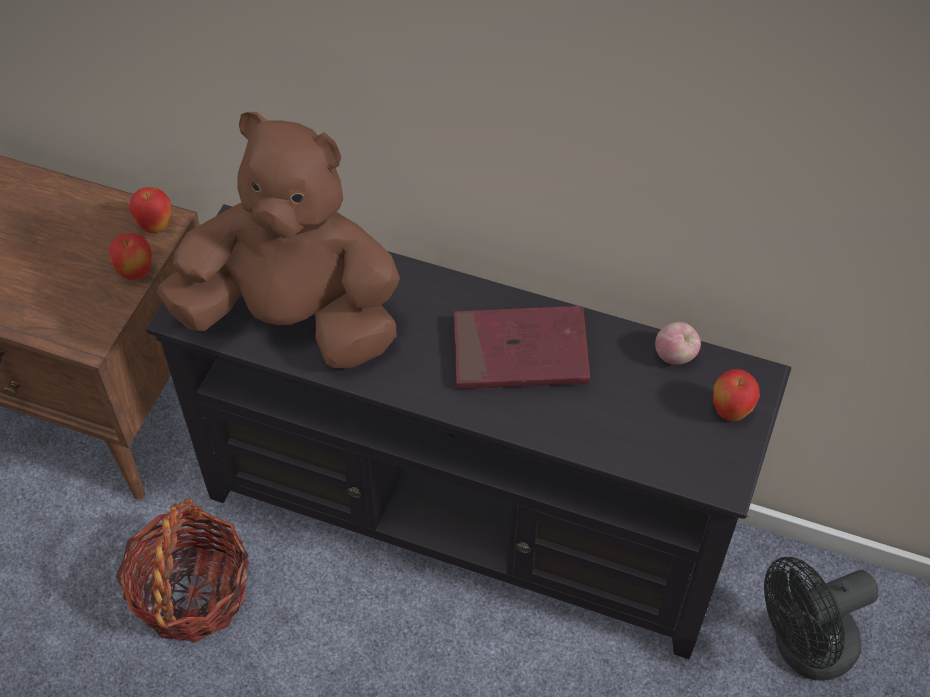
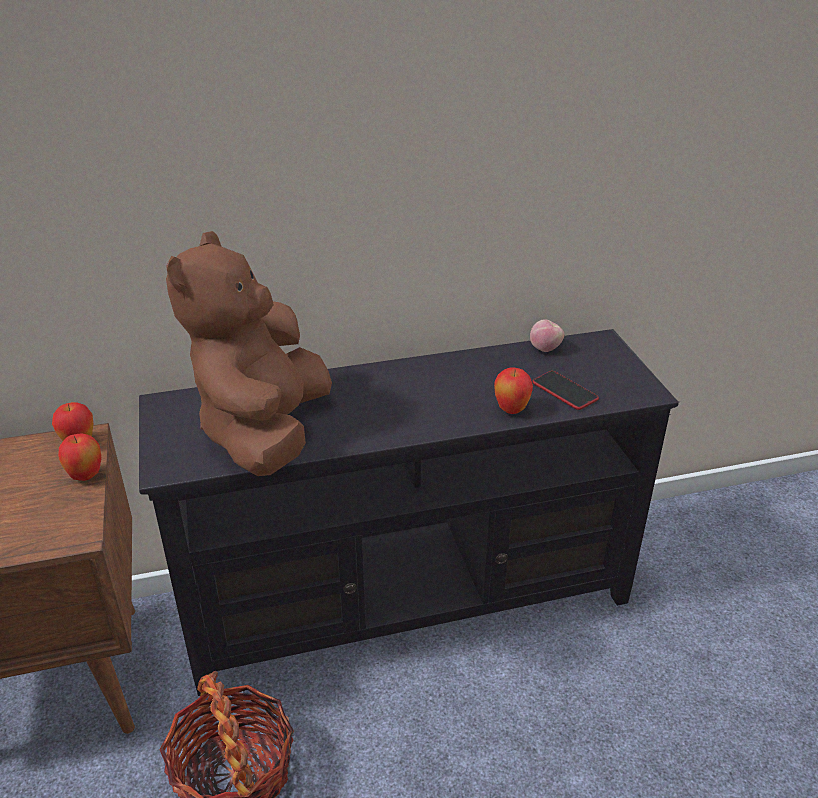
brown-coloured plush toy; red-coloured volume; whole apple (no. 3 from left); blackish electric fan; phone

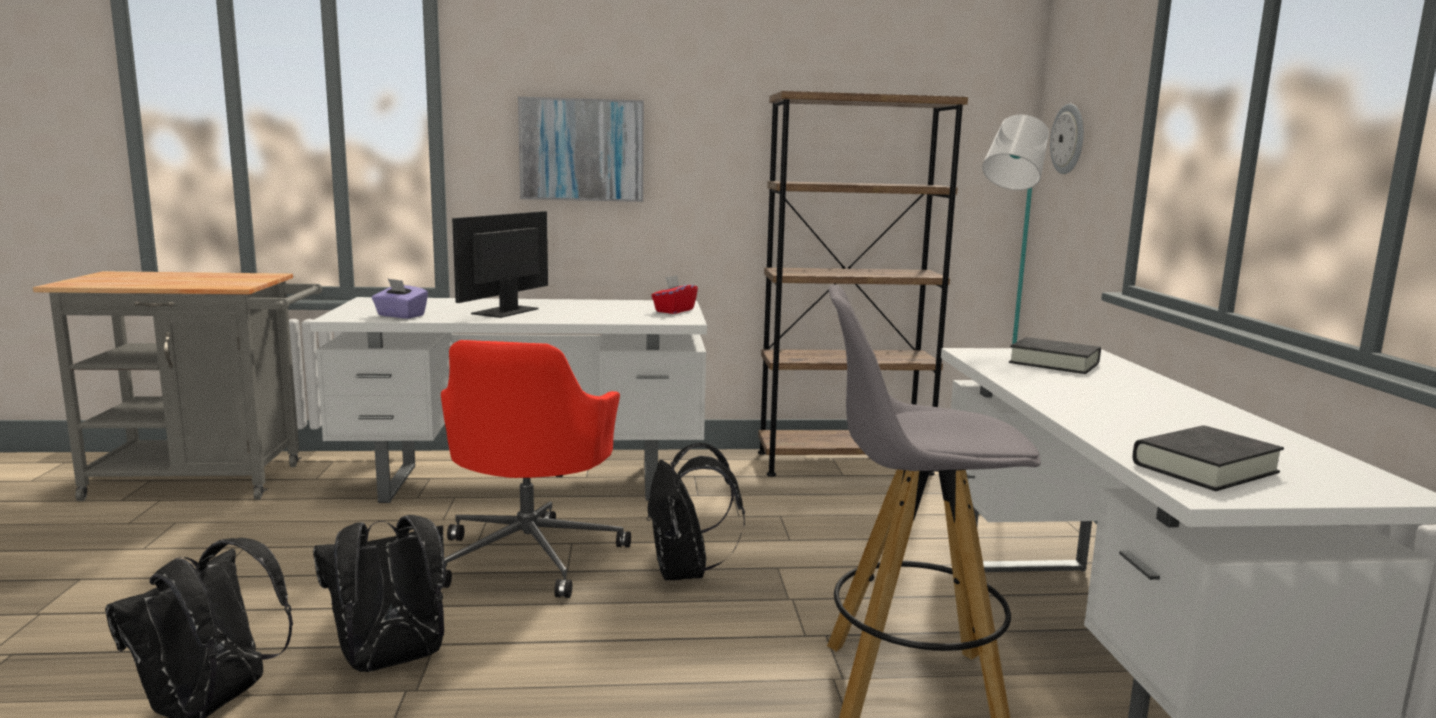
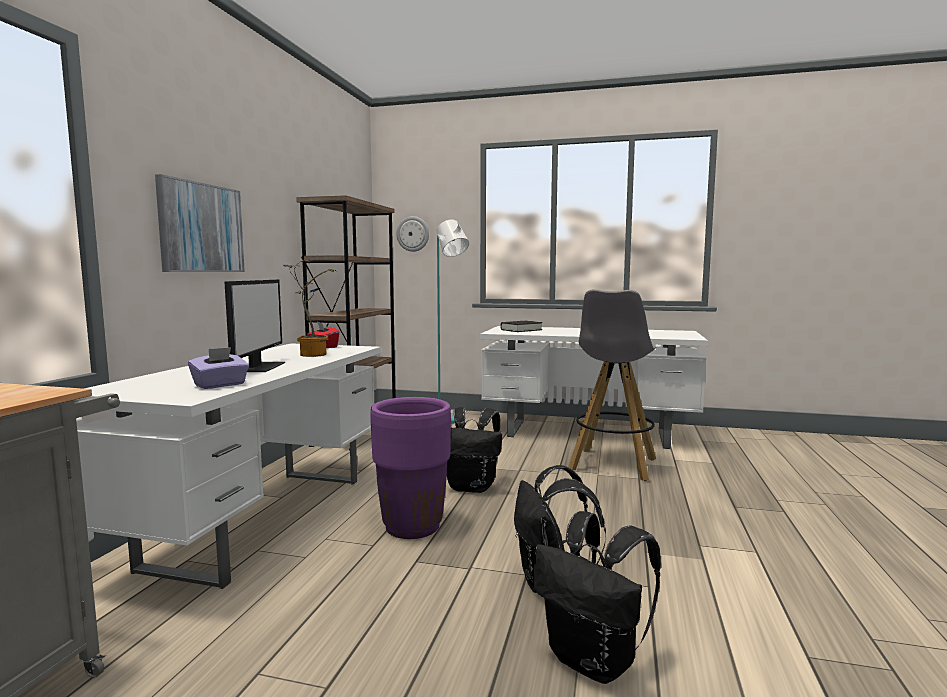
purple-coloured planter; computer display; blackish volume (no. 2 from left in the first image); plant in a pot

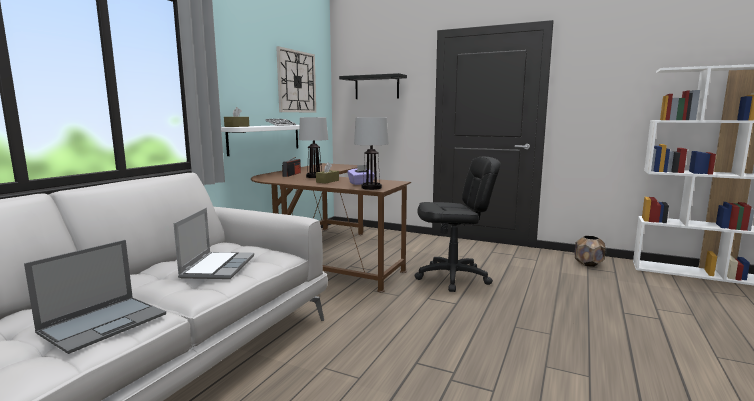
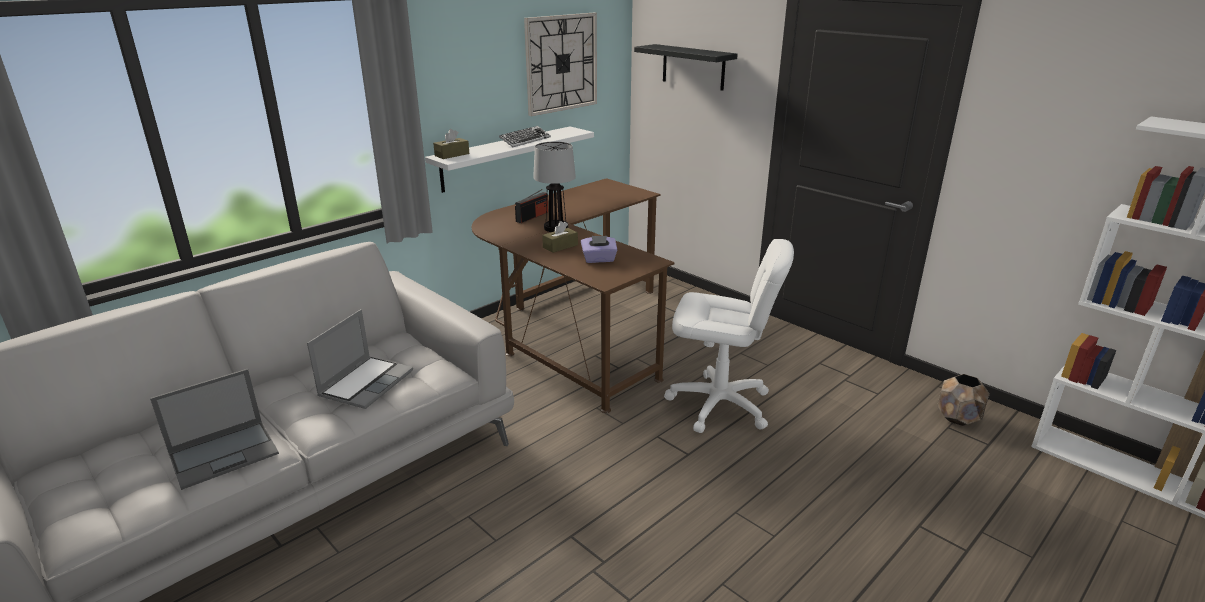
lamp for a table (no. 2 from left in the first image); white office chair

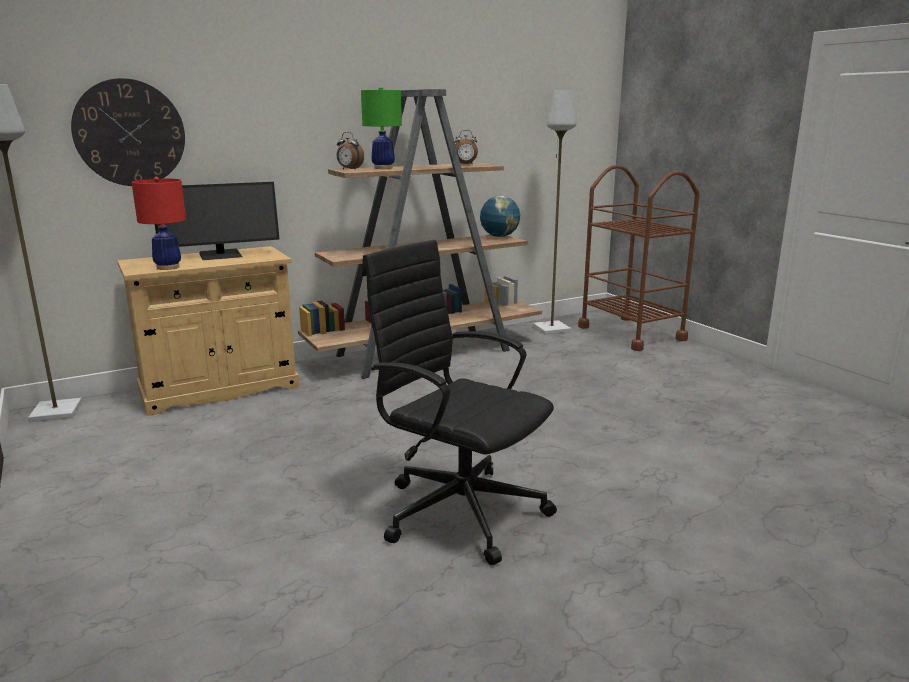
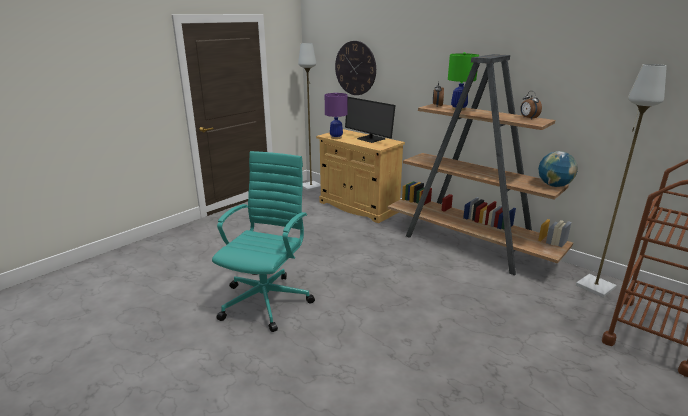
purple-coloured lamp for a table; turquoise office chair

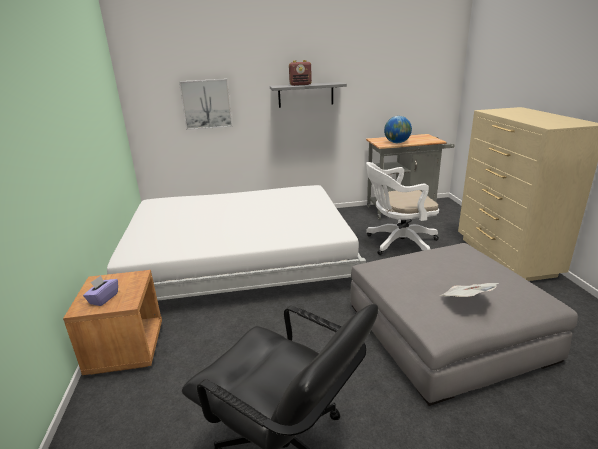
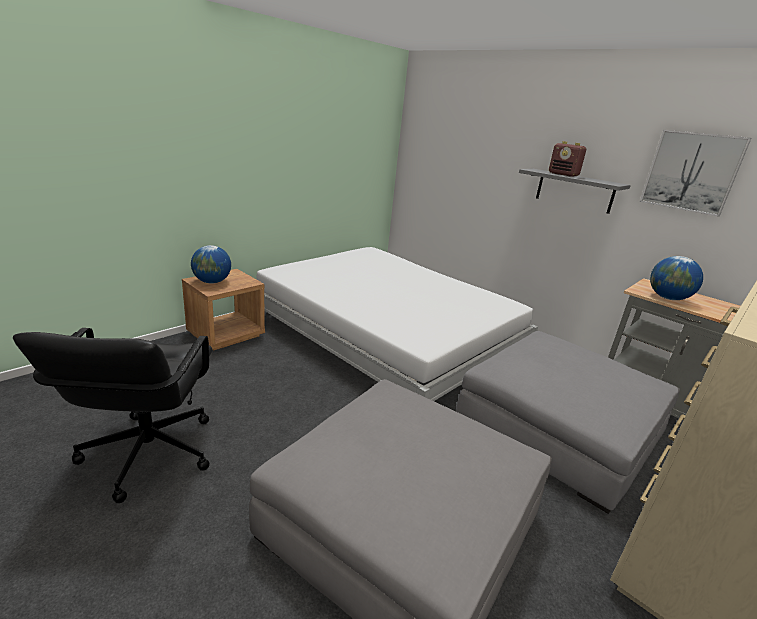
globe (no. 1 from left); wall picture; greyish footrest (no. 2 from left); newspaper

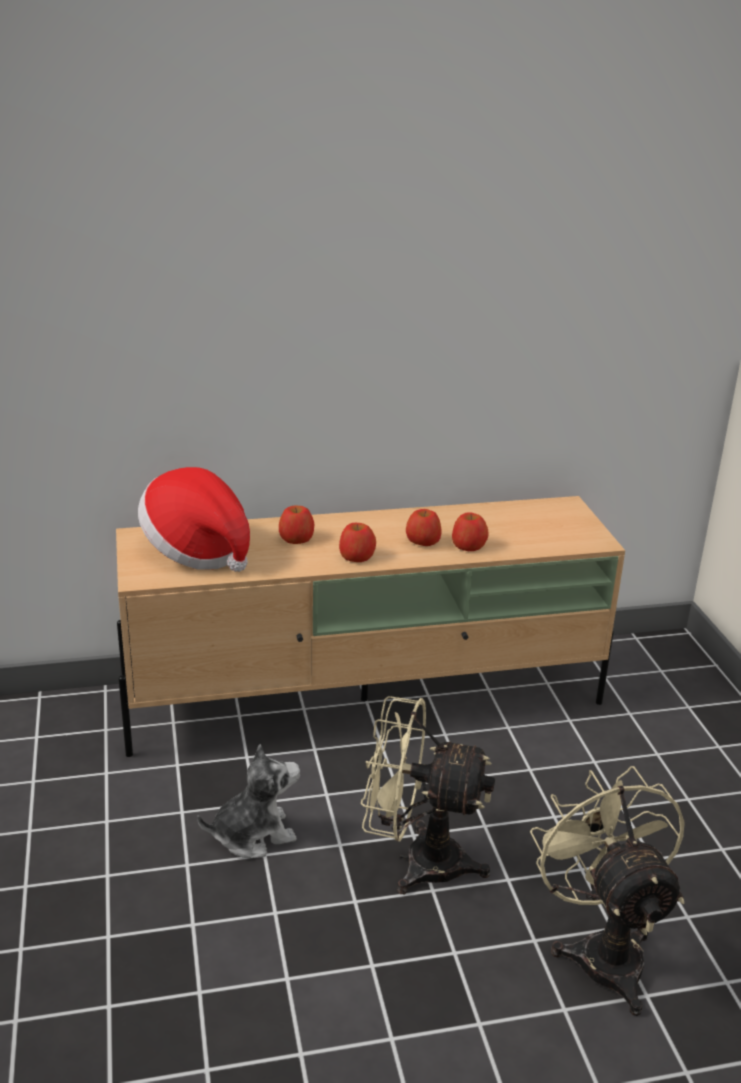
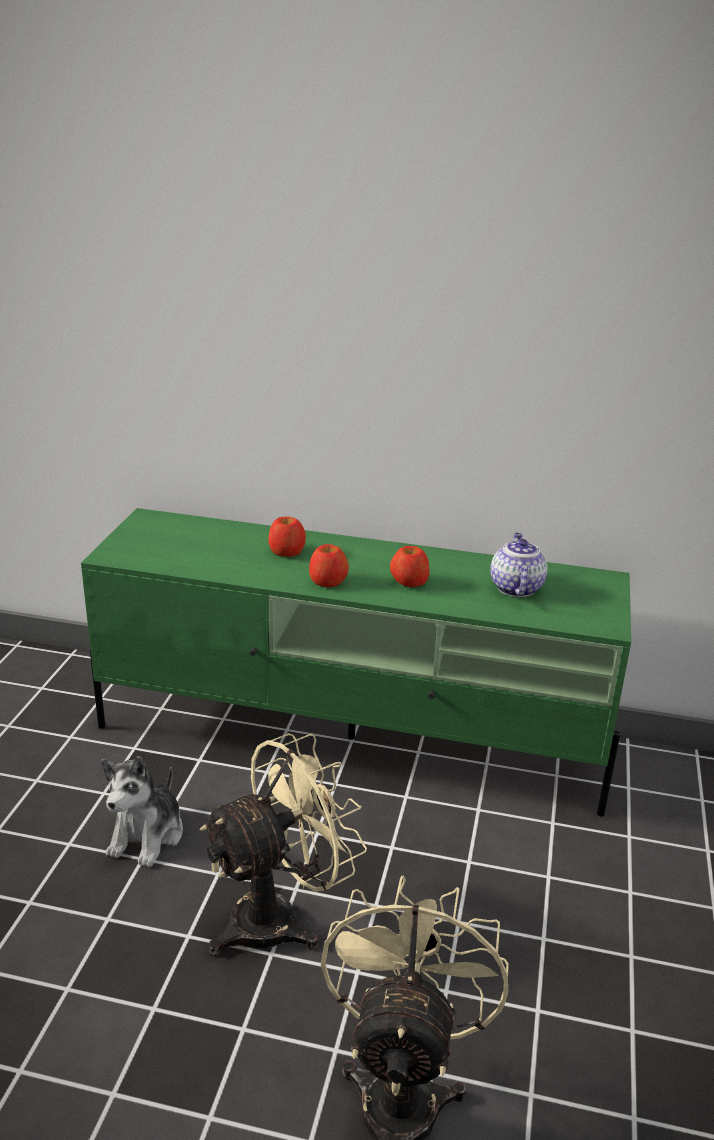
green media console; clothing hat; plush toy; sand-coloured electric fan (no. 1 from left); whole apple (no. 4 from left in the first image); pot for tea

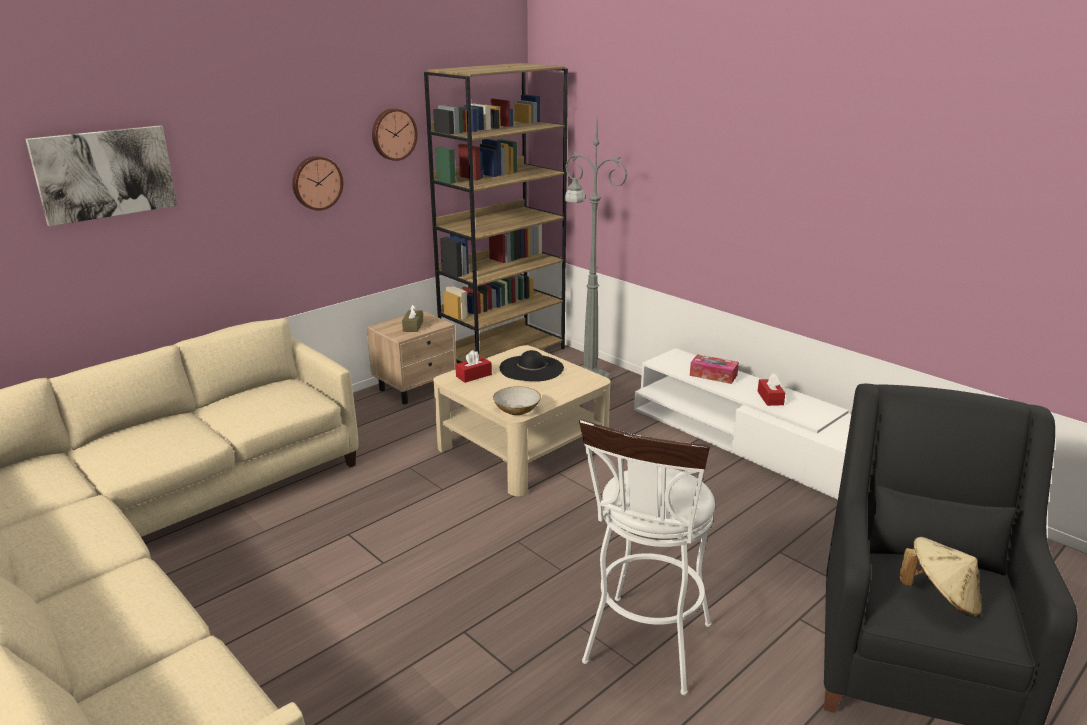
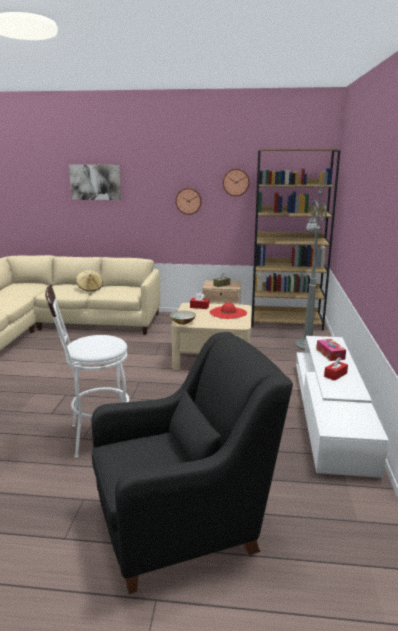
red-coloured clothing hat; sand-coloured clothing hat

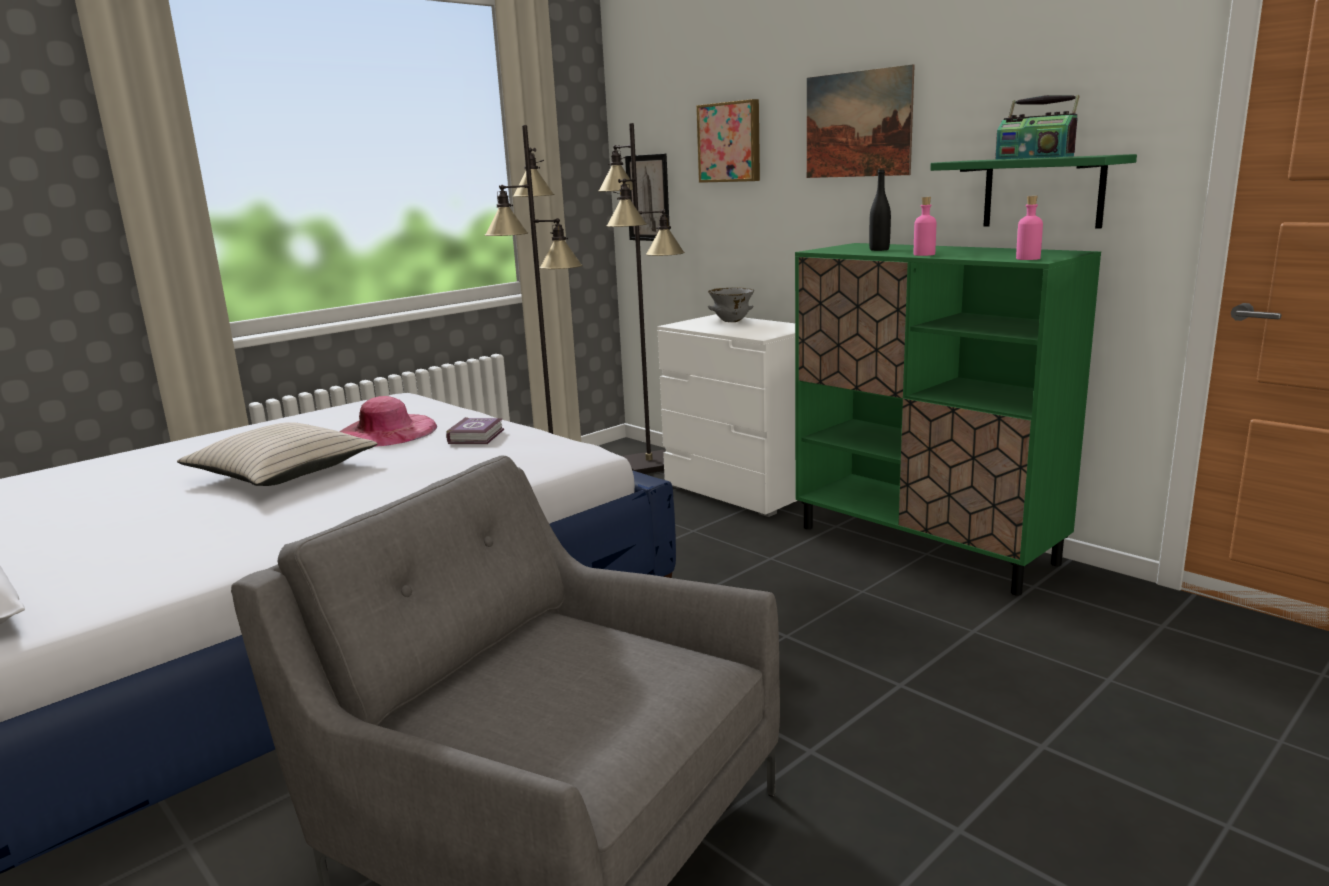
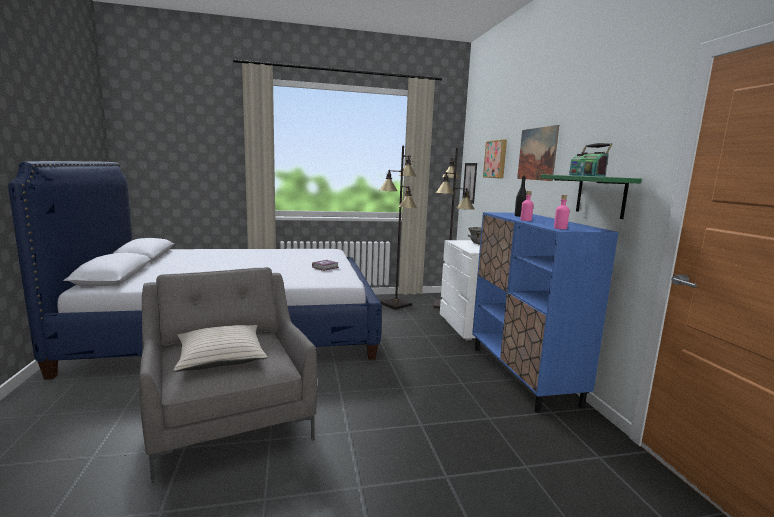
sand-coloured pillow; pinkish clothing hat; blue-coloured storage cabinet

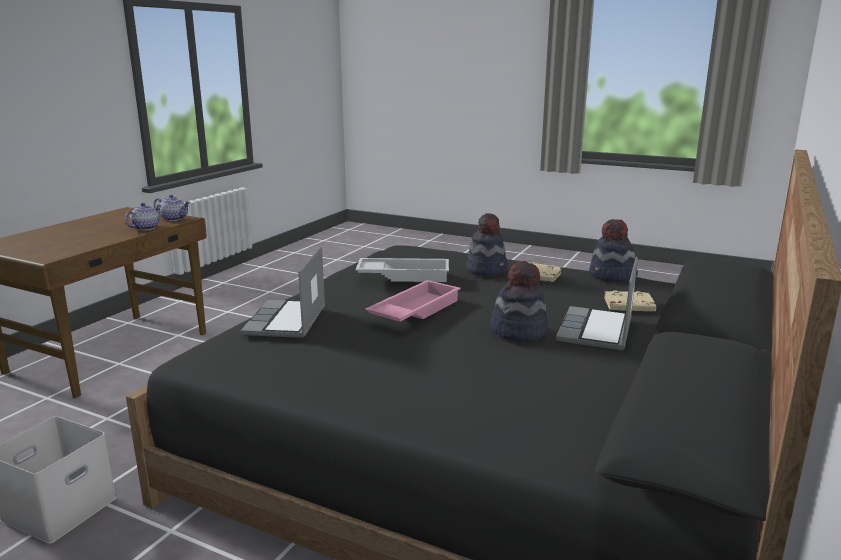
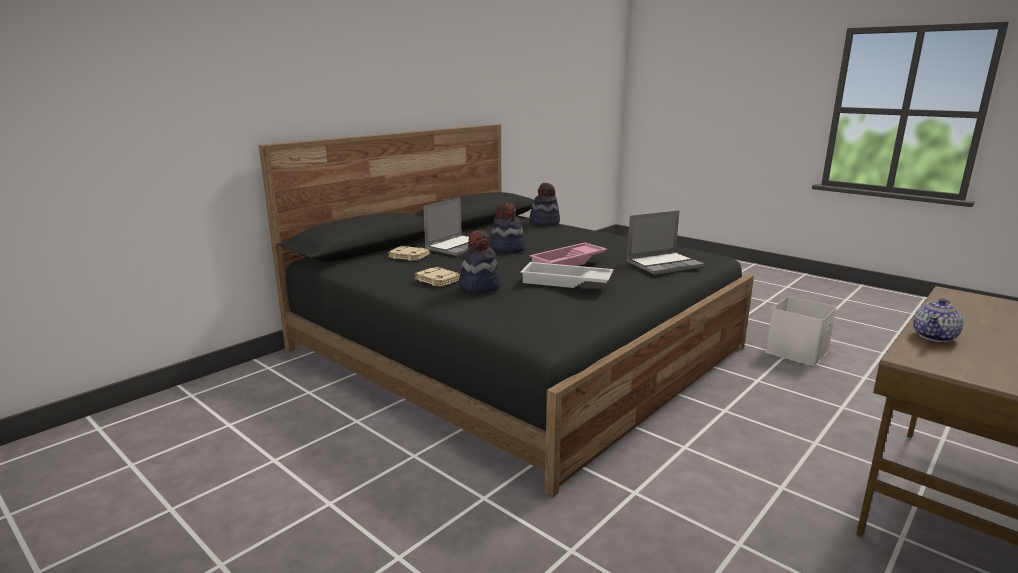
pot for tea (no. 2 from left in the first image); notebook computer (no. 2 from left); clothing hat (no. 3 from left)

